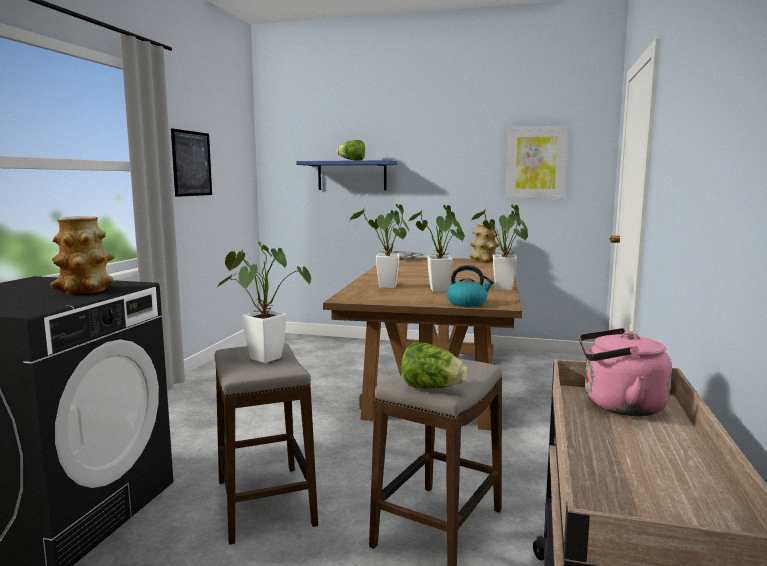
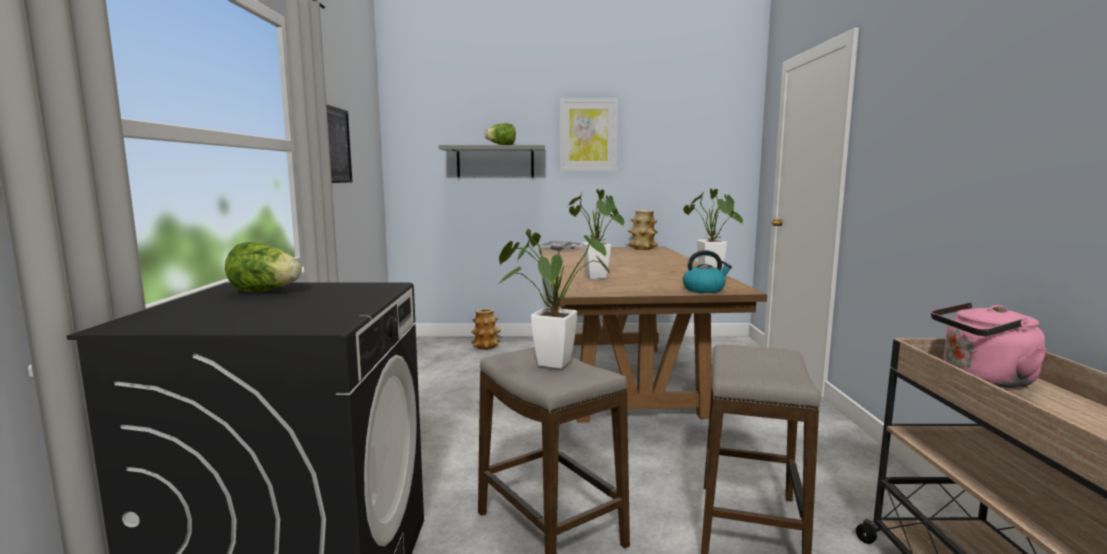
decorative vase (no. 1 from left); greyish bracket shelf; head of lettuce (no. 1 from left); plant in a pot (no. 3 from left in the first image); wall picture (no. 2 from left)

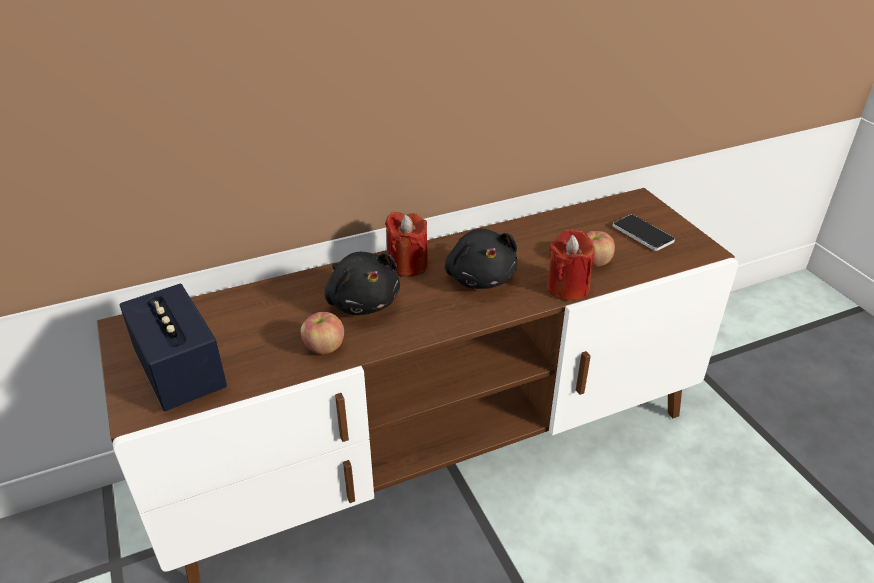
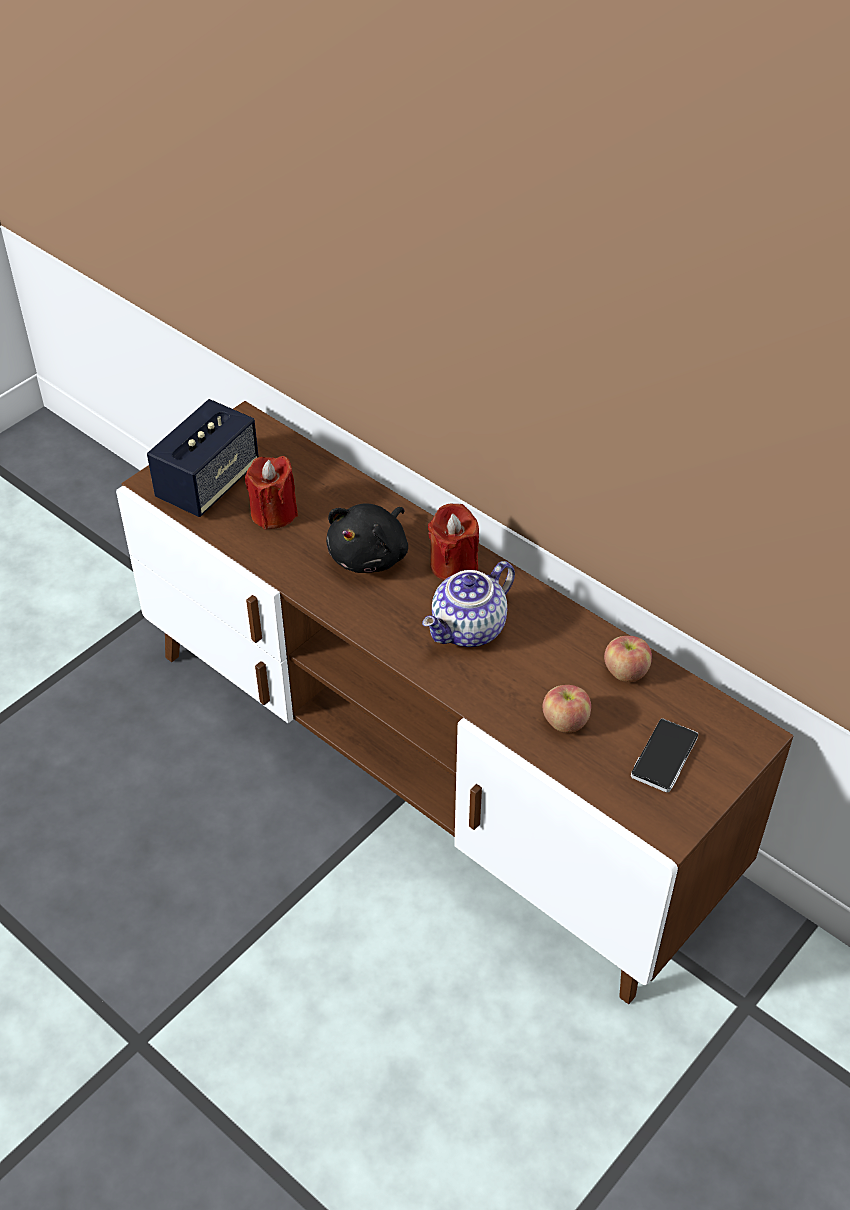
whole apple (no. 2 from left); pot for tea; red-coloured wax candle (no. 1 from left)

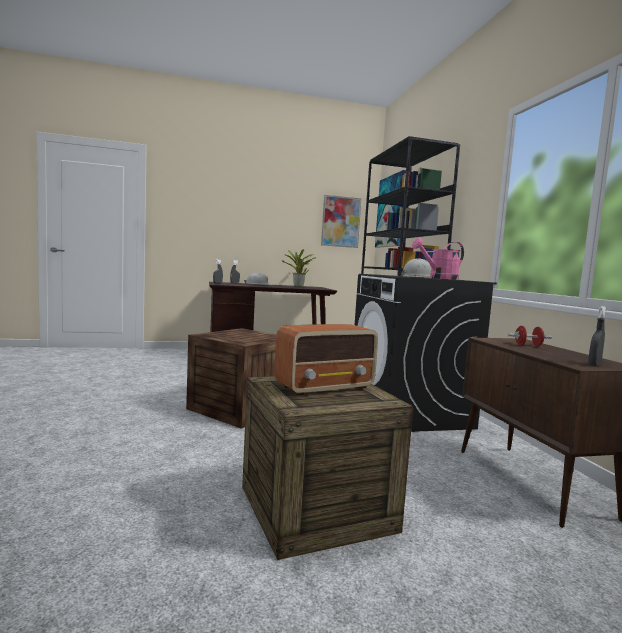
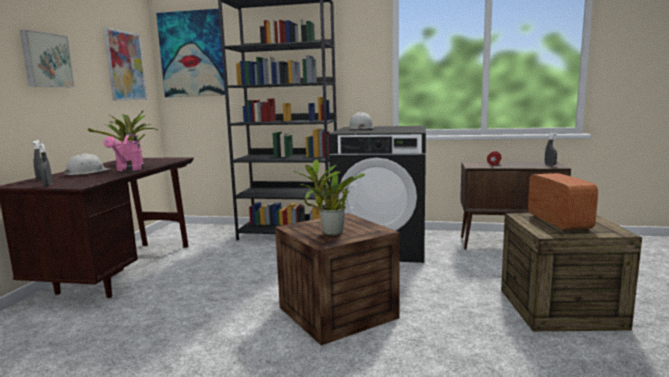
pinkish watering pot; wall picture (no. 1 from left); plant in a pot (no. 2 from left)

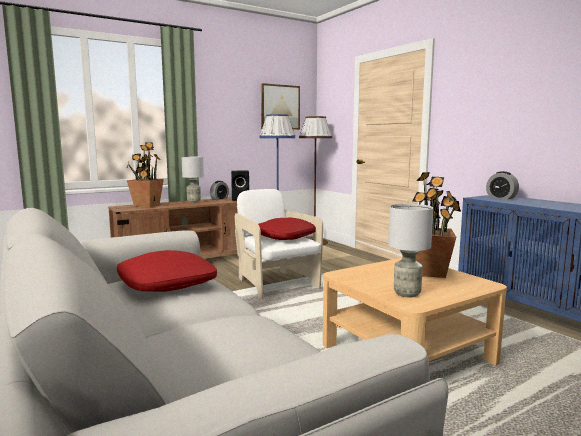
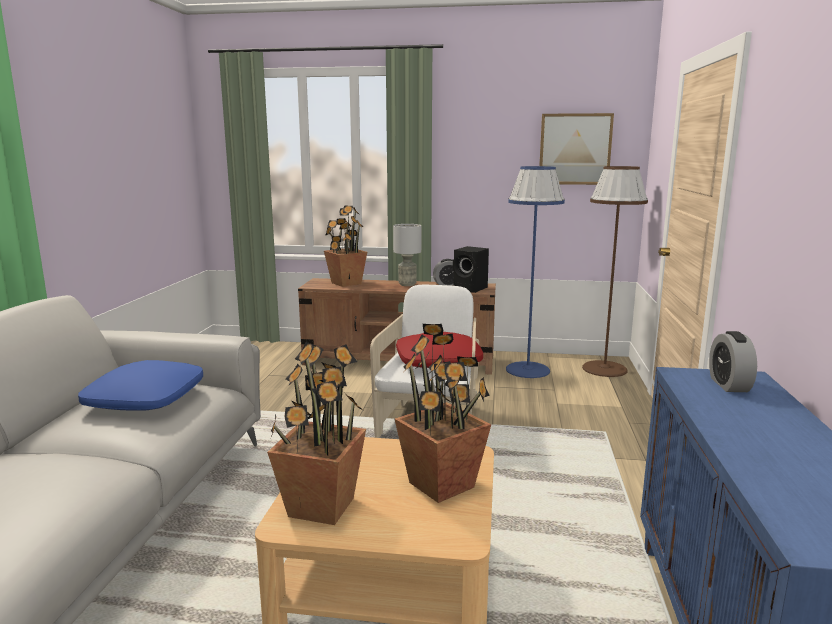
blue-coloured pillow; plant in a pot (no. 1 from left)

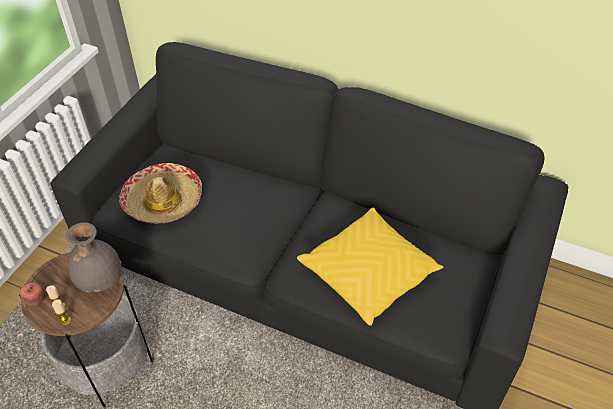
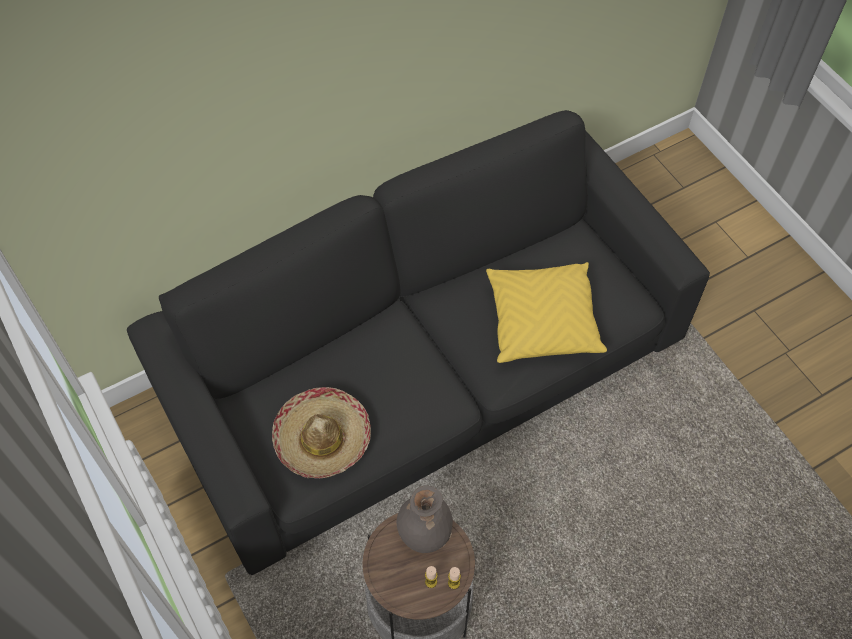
whole apple

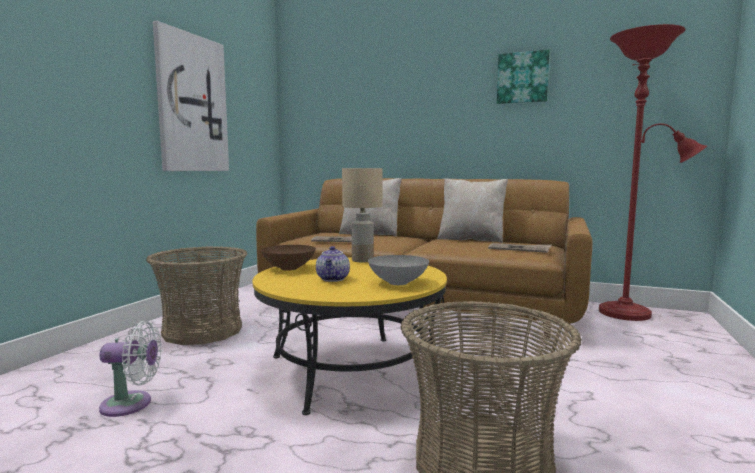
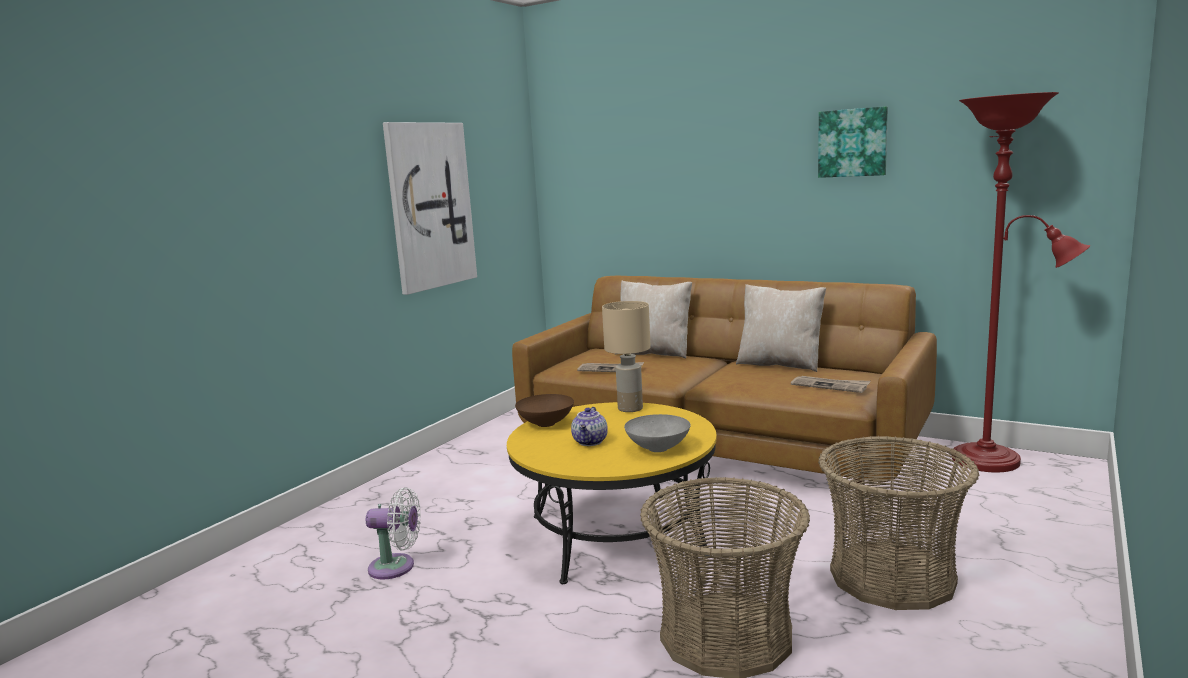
basket (no. 2 from left)

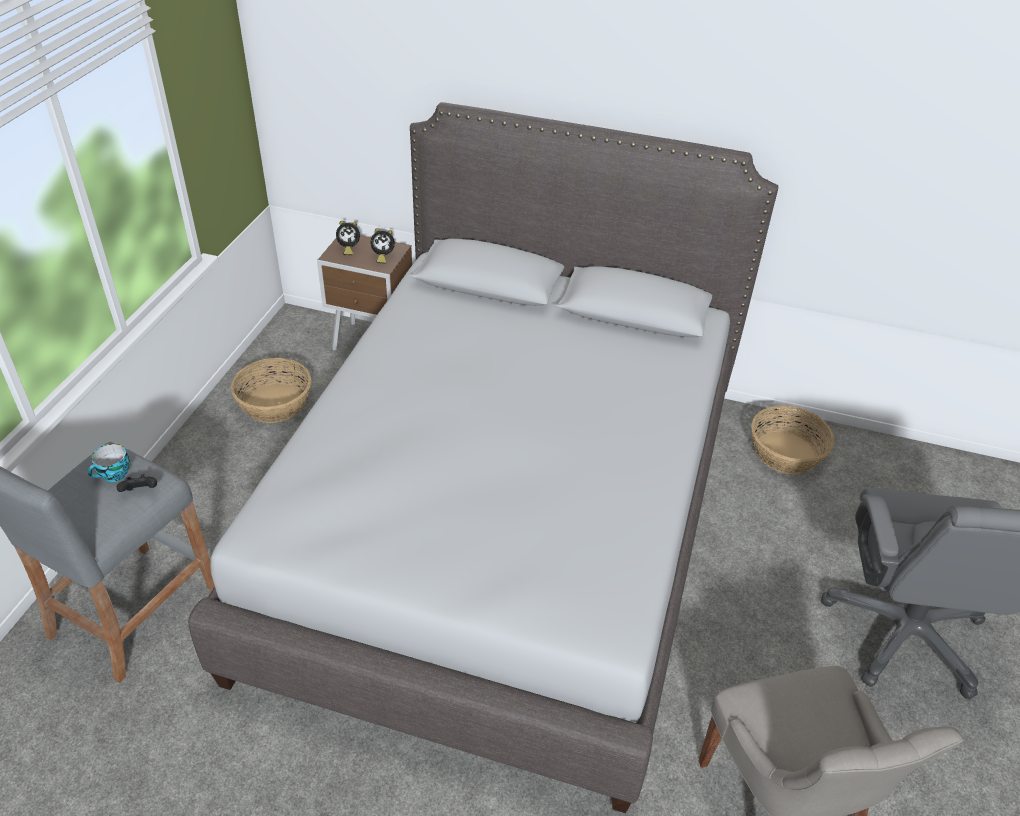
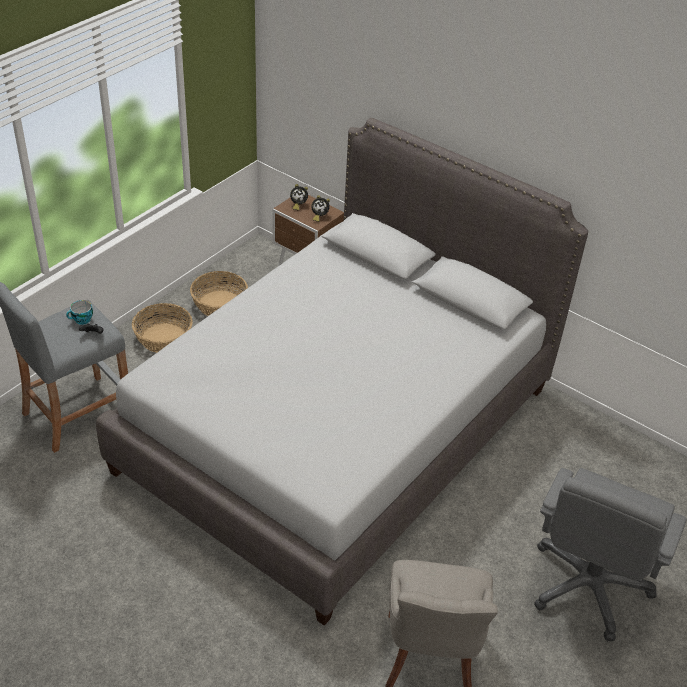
basket (no. 1 from left)

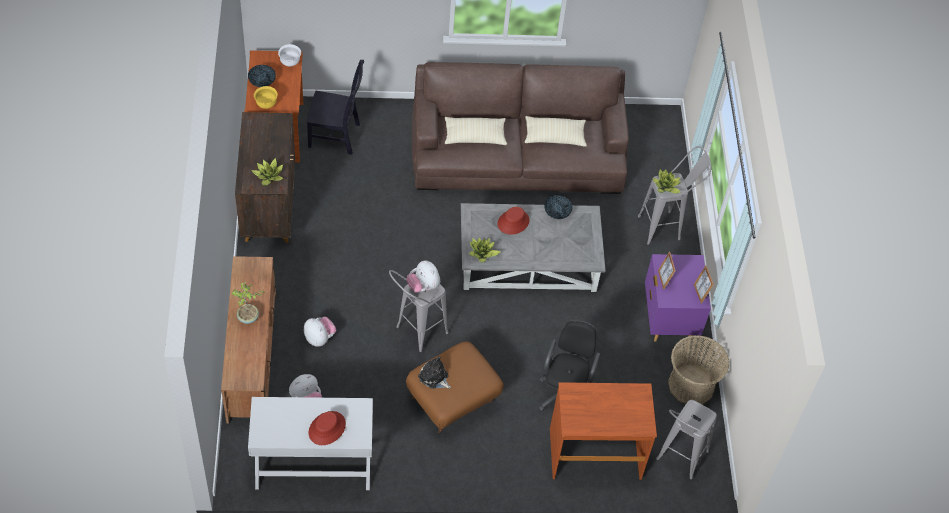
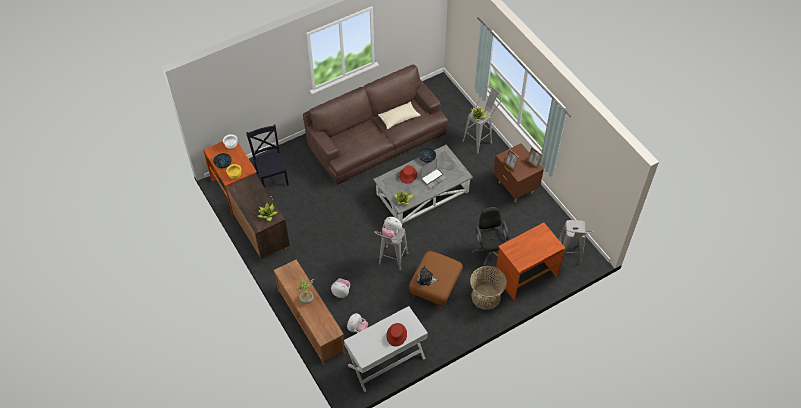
blackish plain chair; sand-coloured pillow (no. 1 from left in the first image); brown-coloured night table; basket; notebook computer

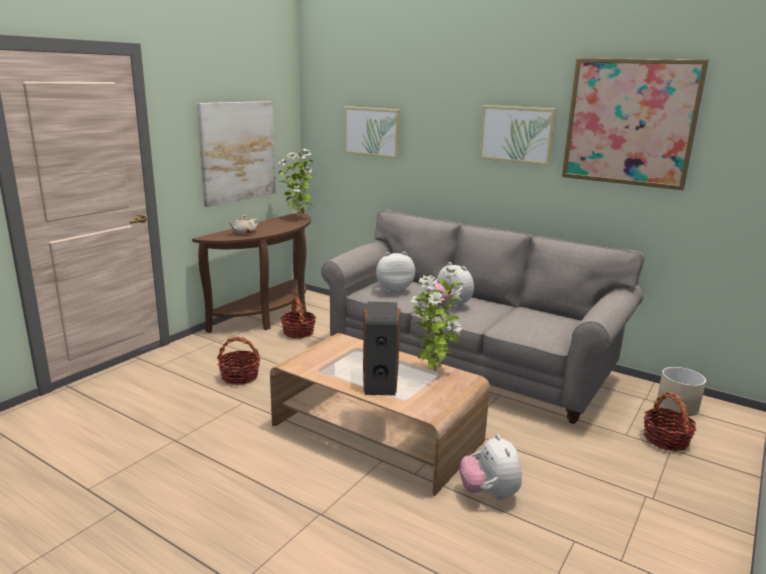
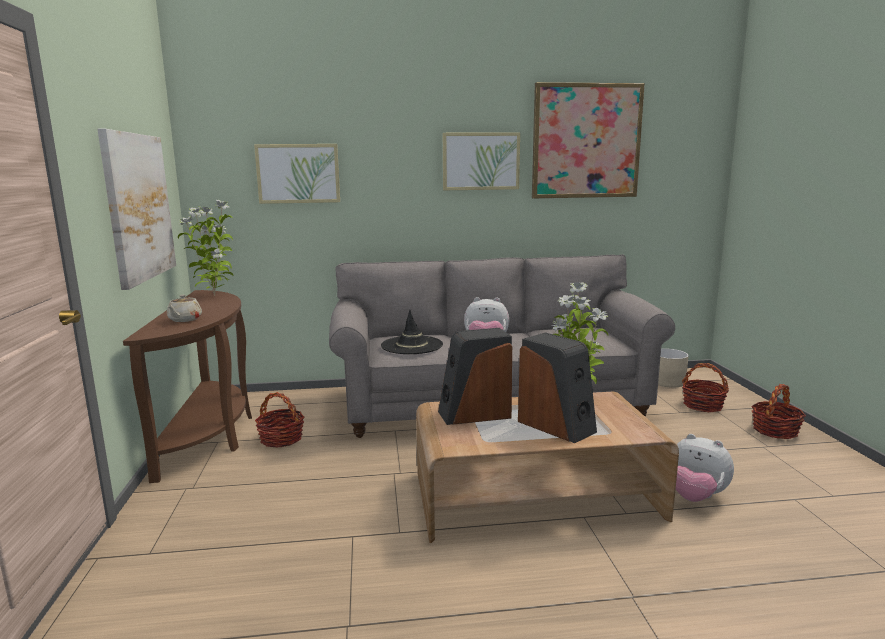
basket (no. 3 from left); blackish clothing hat; loudspeaker (no. 1 from left)

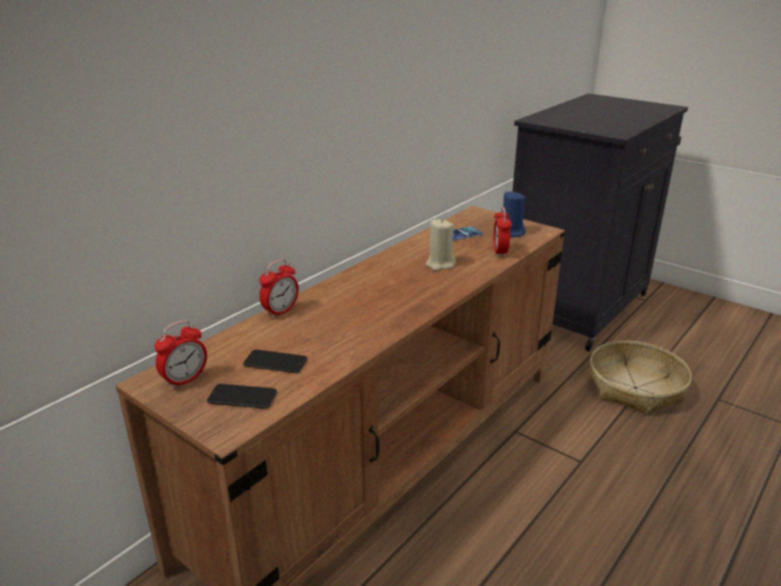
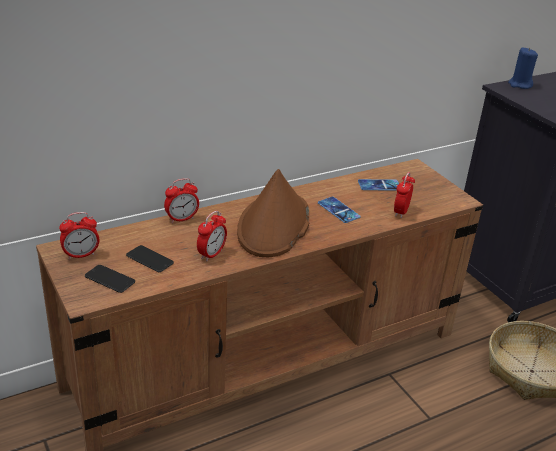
phone (no. 3 from left); blue-coloured wax candle; table clock (no. 3 from left); brown-coloured clothing hat

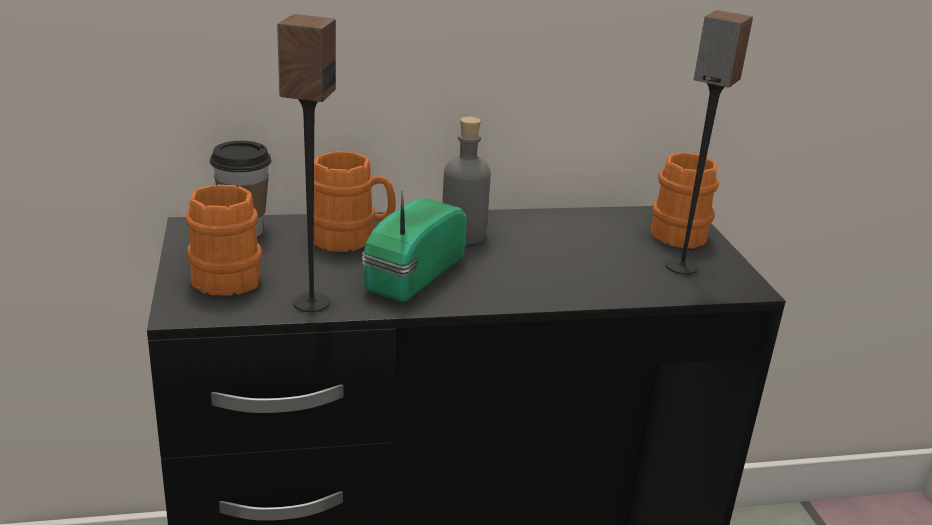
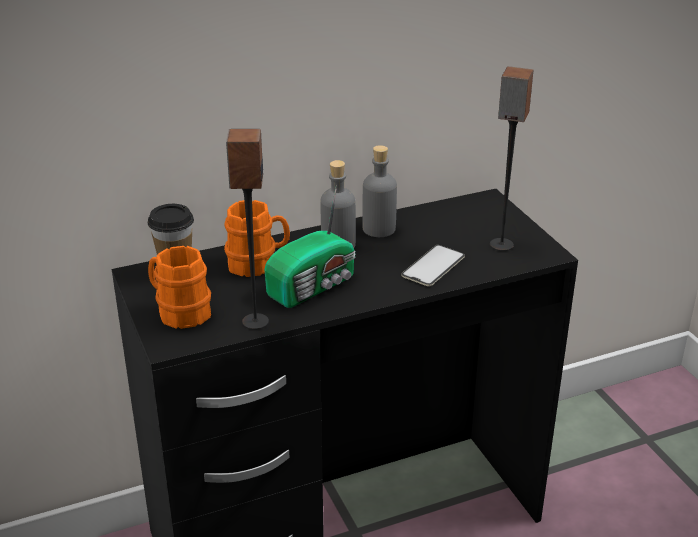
radio set; orange-coloured coffee mug (no. 3 from left in the first image); greyish beverage bottle (no. 2 from left); phone

